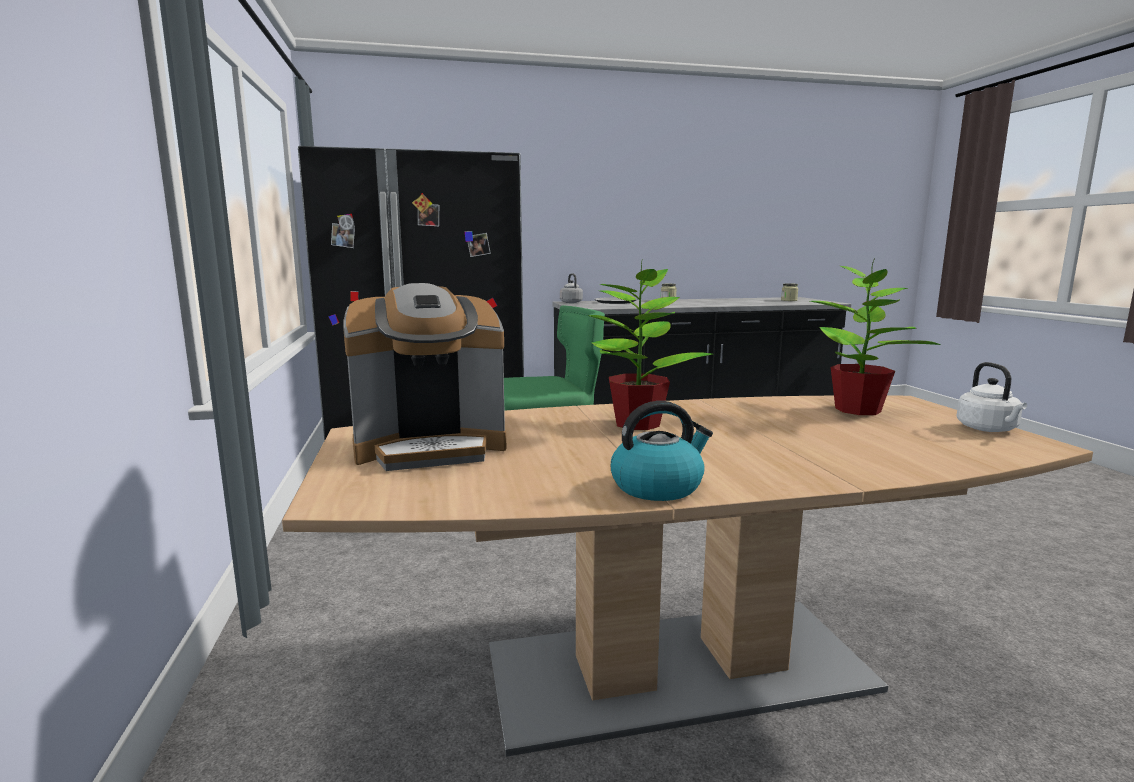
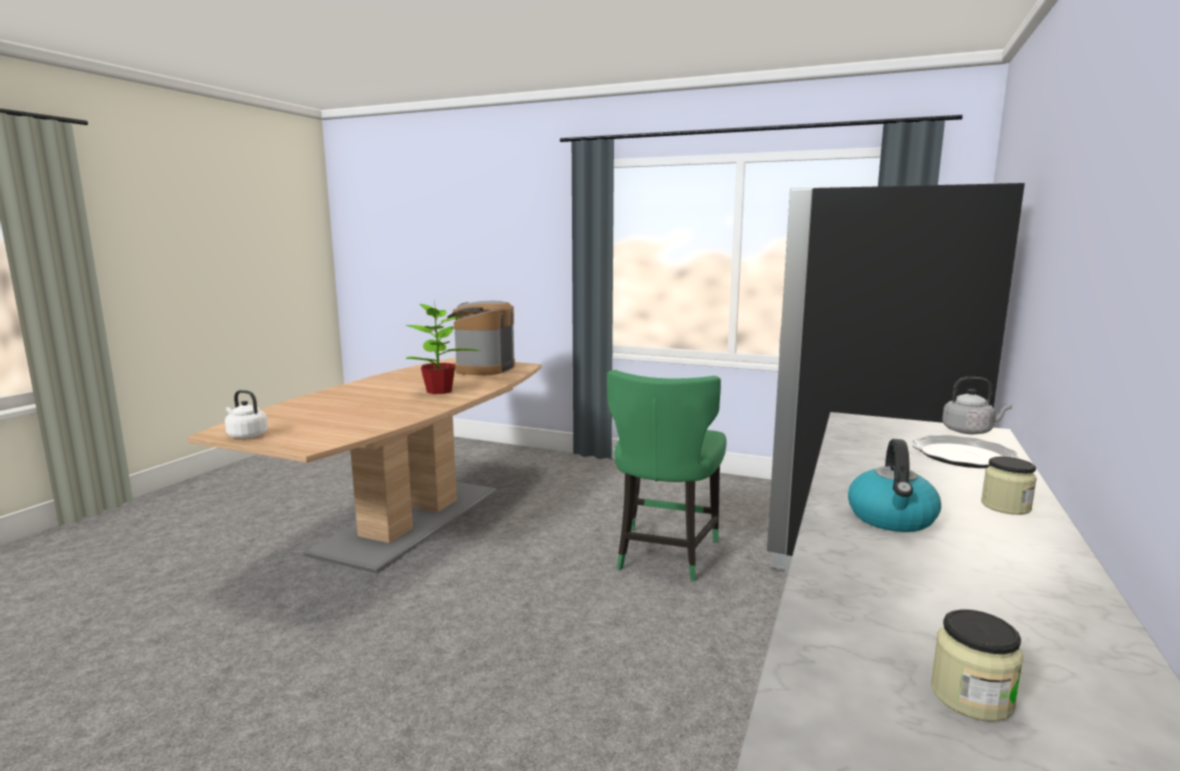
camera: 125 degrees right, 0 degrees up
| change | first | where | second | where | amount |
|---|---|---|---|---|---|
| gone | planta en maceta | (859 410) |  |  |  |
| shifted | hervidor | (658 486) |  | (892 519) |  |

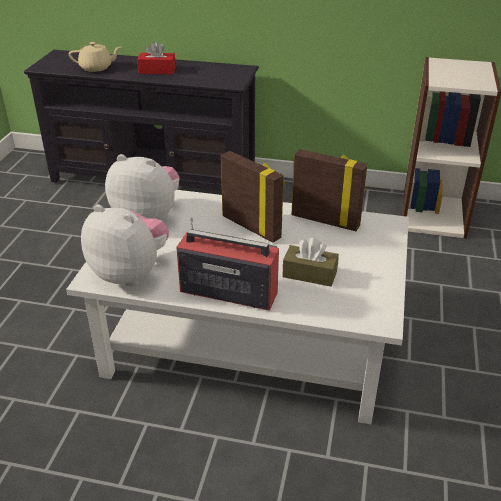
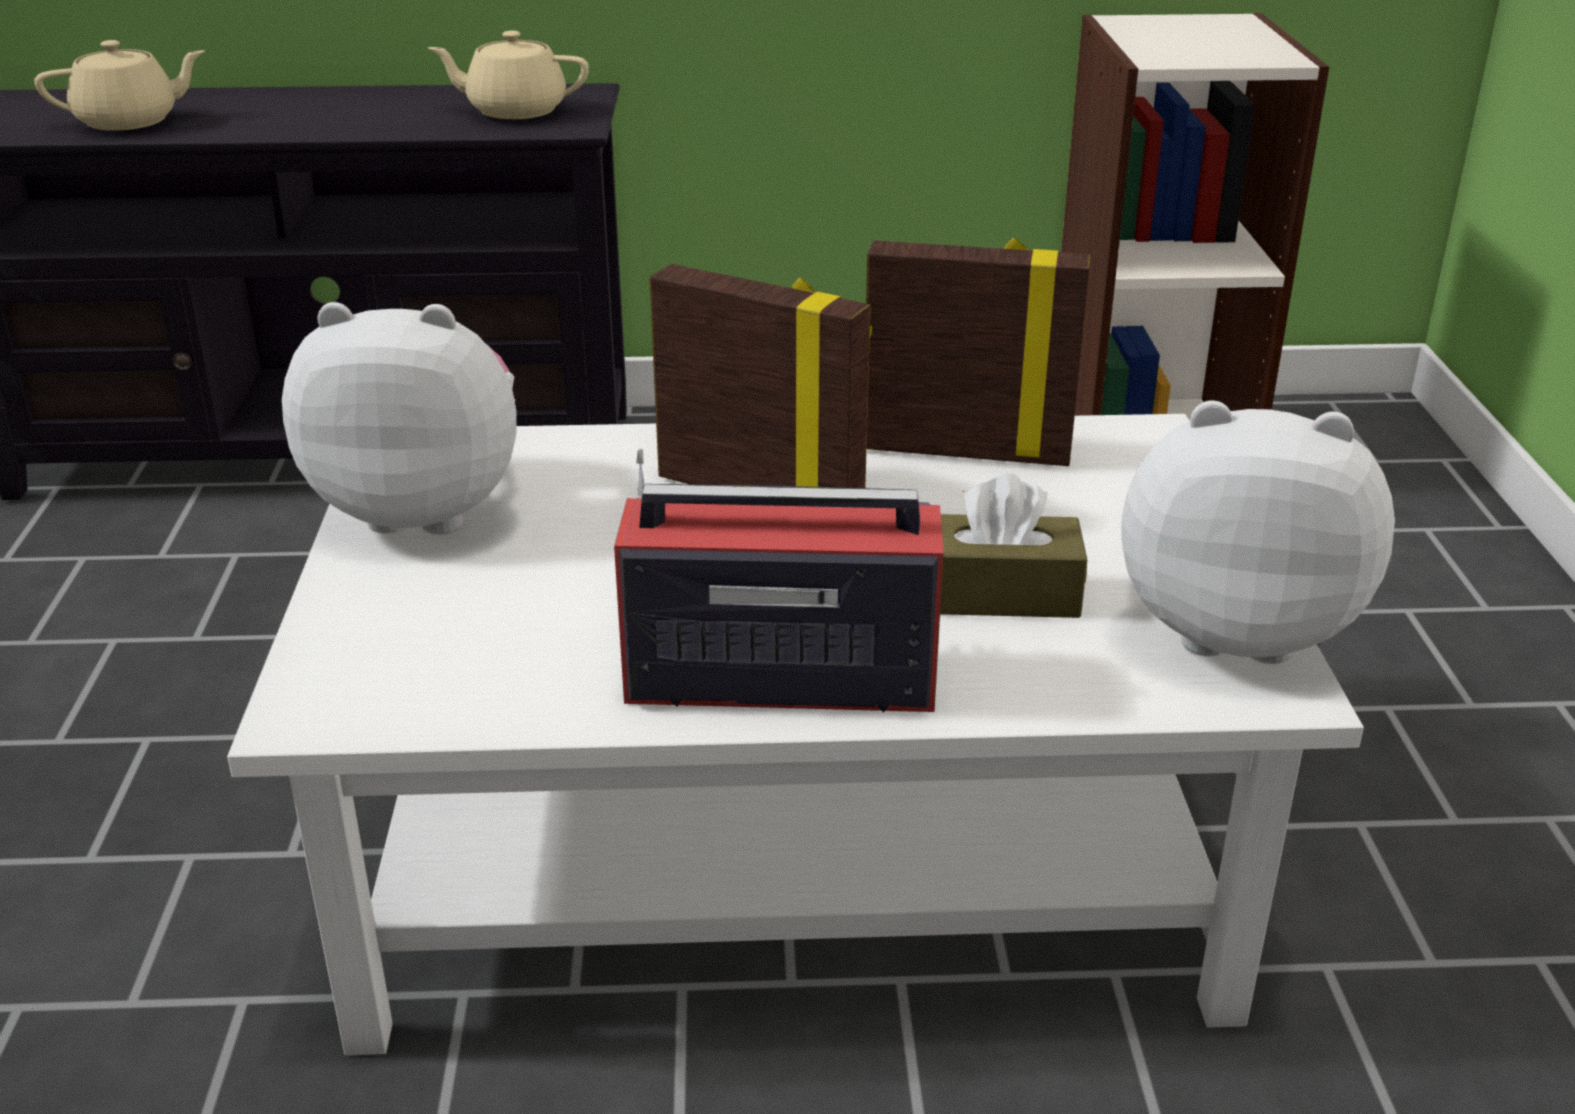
camera: 15 degrees left, 5 degrees down
| change | first | where | second | where | amount |
|---|---|---|---|---|---|
| gone | caja de pañuelos (rojo) | (157 70) |  |  |  |
| new |  |  | tetera (beis) | (515 111) |  |
| shifted | peluche | (130 273) |  | (1234 628) |  |

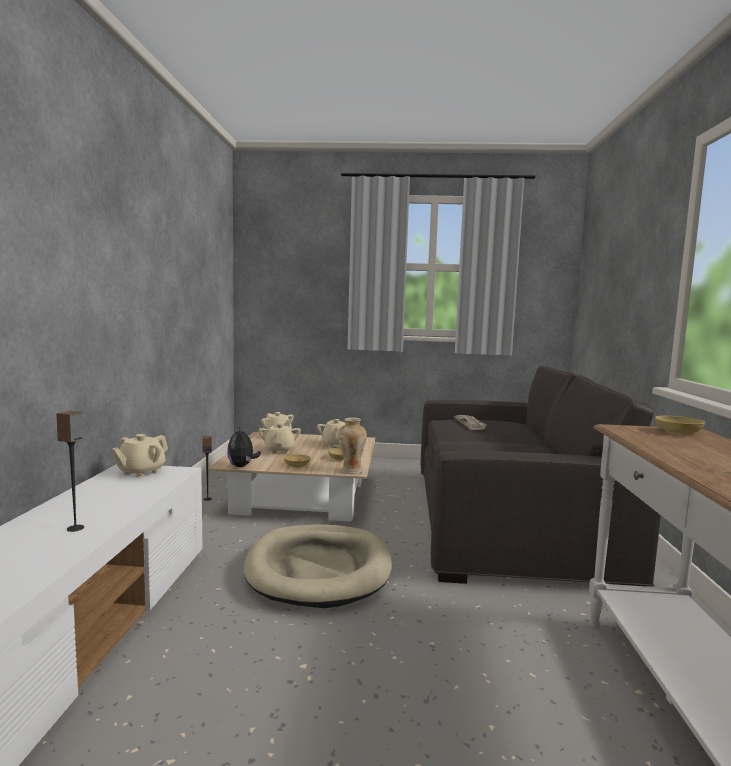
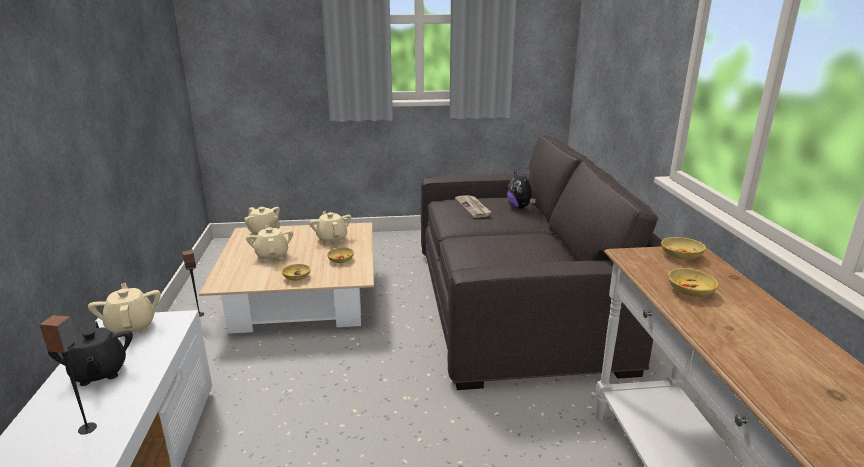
camera: 10 degrees left, 15 degrees up
| change | first | where | second | where | amount |
|---|---|---|---|---|---|
| gone | cama para perro (beis) | (319 569) |  |  |  |
| gone | florero | (351 471) |  |  |  |
| new |  |  | tetera (negro) | (99 373) |  |
| new |  |  | cuenco (beis) | (690 291) |  |
| shifted | peluche | (242 466) |  | (520 207) |  |
| rotated | tetera (beis) | (141 472) |  | (131 327) | 135 degrees clockwise |

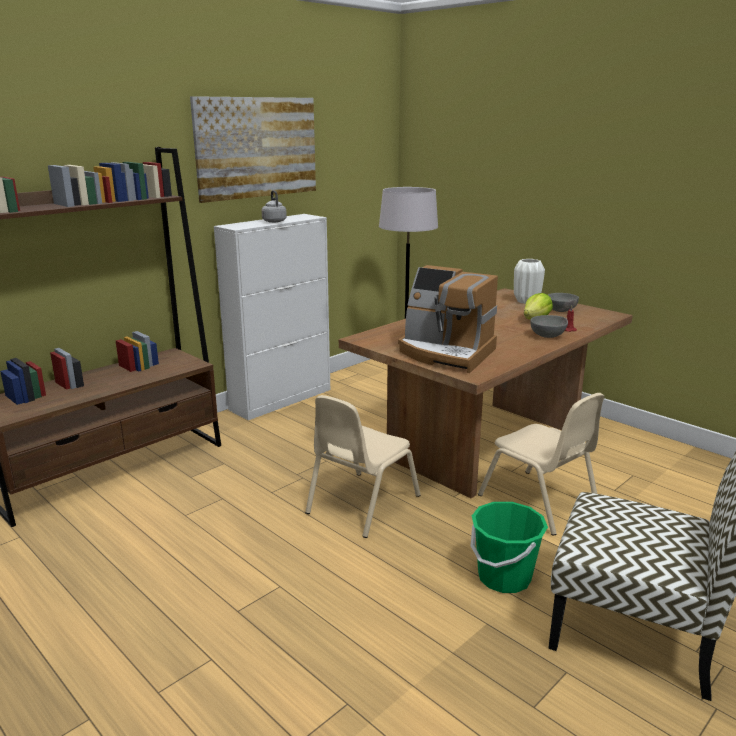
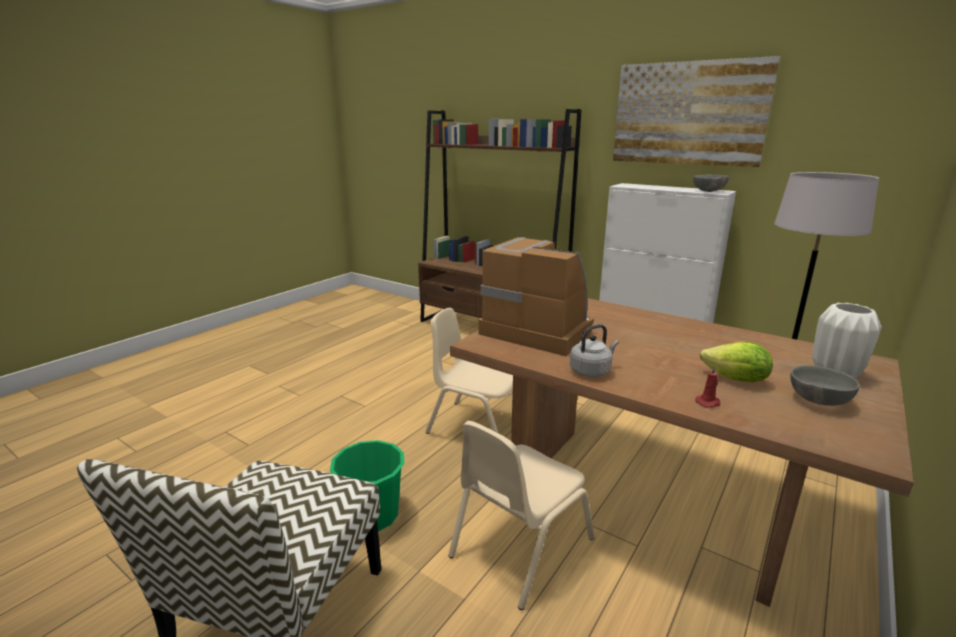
camera: 80 degrees right, 0 degrees up
| change | first | where | second | where | amount |
|---|---|---|---|---|---|
| shifted | hervidor (gris) | (274 221) |  | (591 371) |  |
| shifted | cuenco (gris) | (548 336) |  | (709 191) |  |
| rotated | cafetera | (446 353) |  | (537 330) | 105 degrees clockwise |

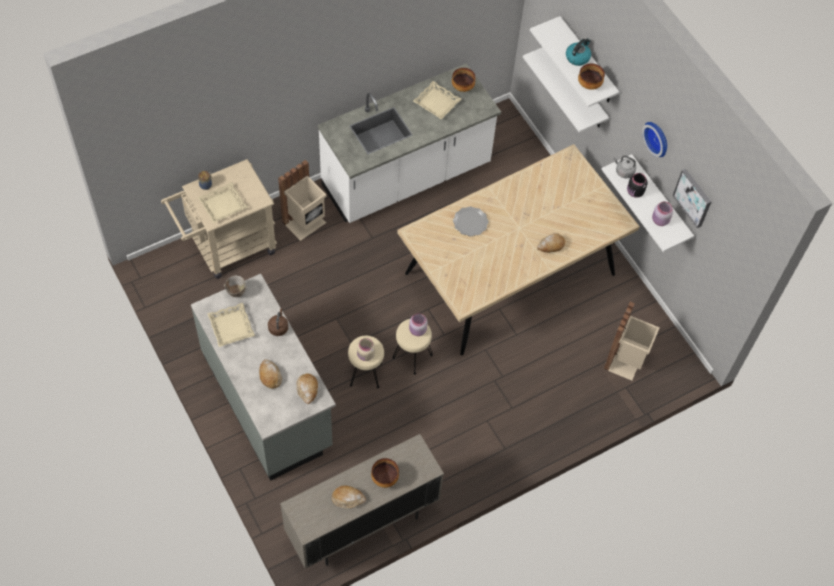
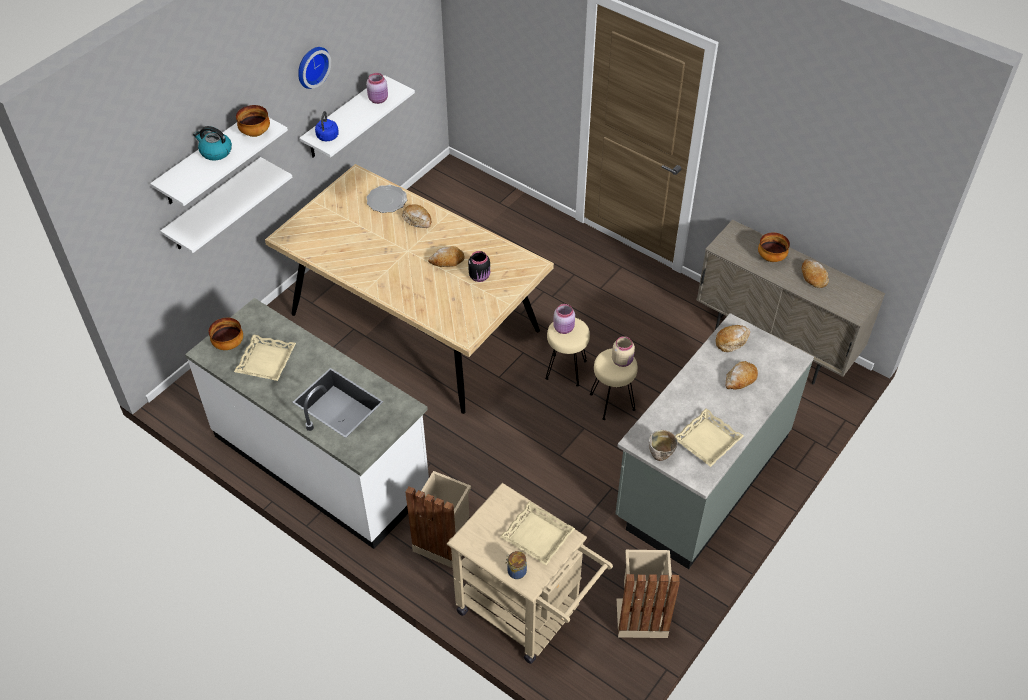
camera: 110 degrees left, 10 degrees down
| change | first | where | second | where | amount |
|---|---|---|---|---|---|
| gone | hervidor (marrón) | (278 327) |  |  |  |
| gone | cuadro | (693 197) |  |  |  |
| new |  |  | pan | (447 261) |  |
| shifted | plato | (470 222) |  | (387 201) |  |
| shifted | papelera (beis) | (625 361) |  | (641 615) |  |
| shifted | tarro (negro) | (634 192) |  | (480 276) |  |
| repainted | hervidor (gris) | (623 171) | hervidor (azul) | (327 137) |  |

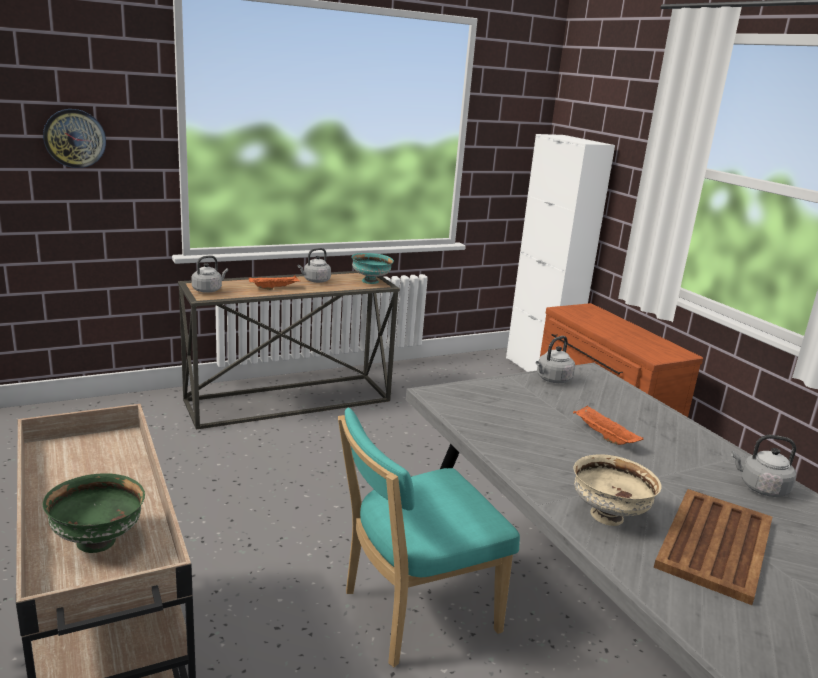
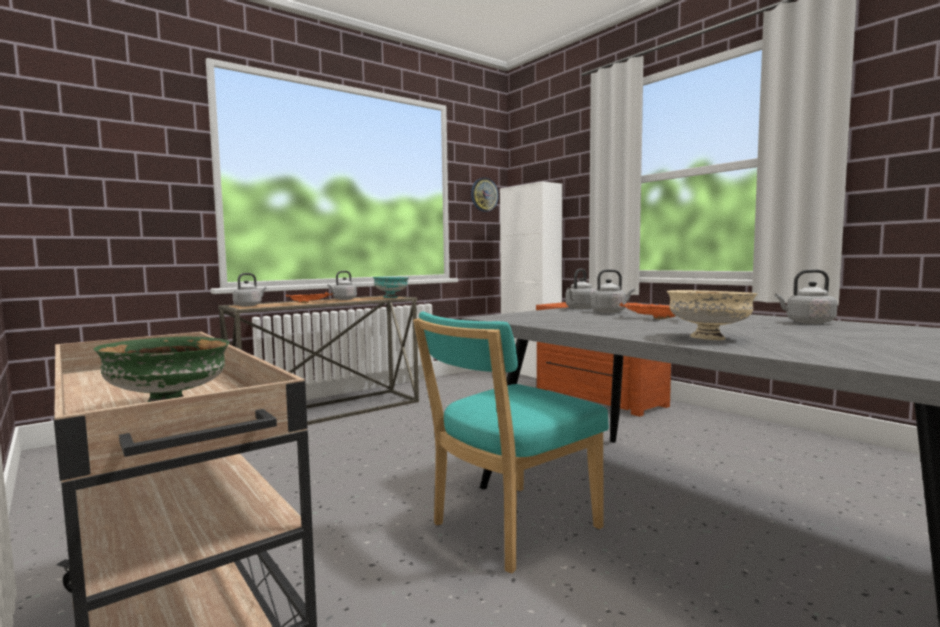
camera: 10 degrees left, 15 degrees down
| change | first | where | second | where | amount |
|---|---|---|---|---|---|
| gone | bandeja (marrón) | (716 543) |  |  |  |
| new |  |  | hervidor (gris) | (610 312) |  |
| shifted | reloj de pared | (74 138) |  | (484 194) |  |

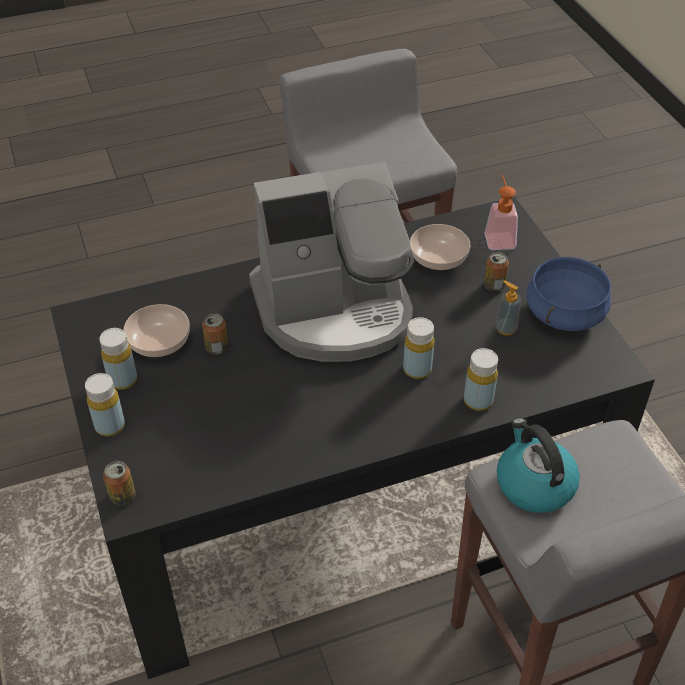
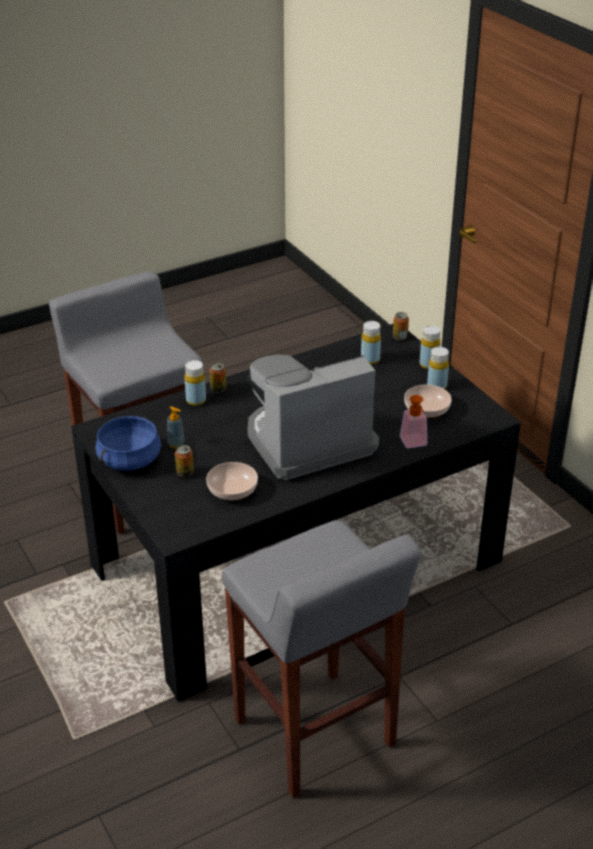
camera: 170 degrees right, 10 degrees down
| change | first | where | second | where | amount |
|---|---|---|---|---|---|
| gone | hervidor | (533 484) |  |  |  |
| shifted | lata | (217 348) |  | (218 389) |  |
| shifted | botella (amarillo) | (417 369) |  | (370 360) |  |
| shifted | dispensador de jabón | (498 237) |  | (414 444) |  |

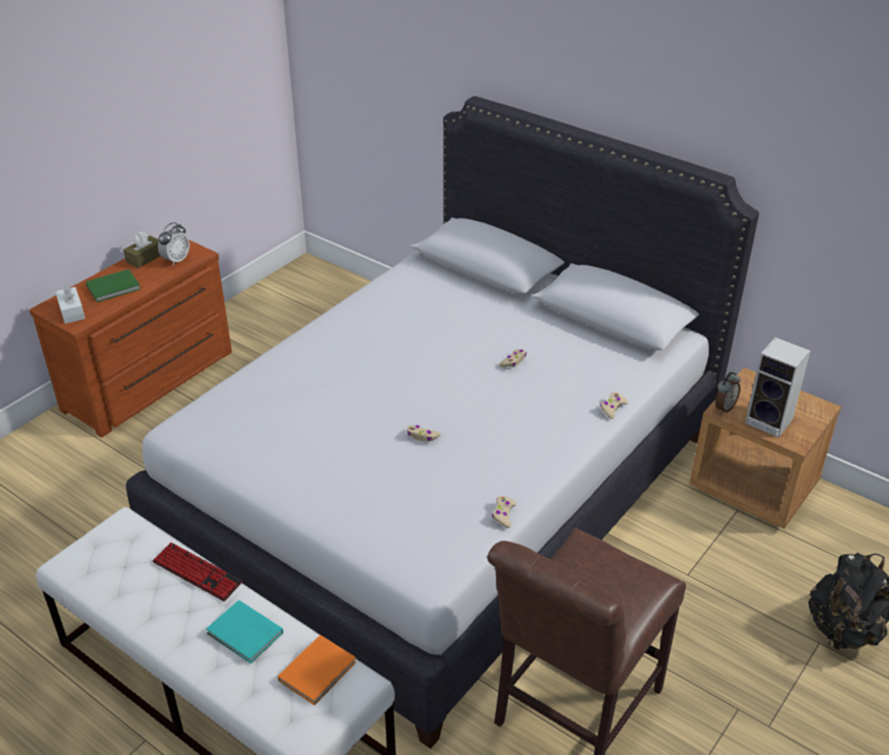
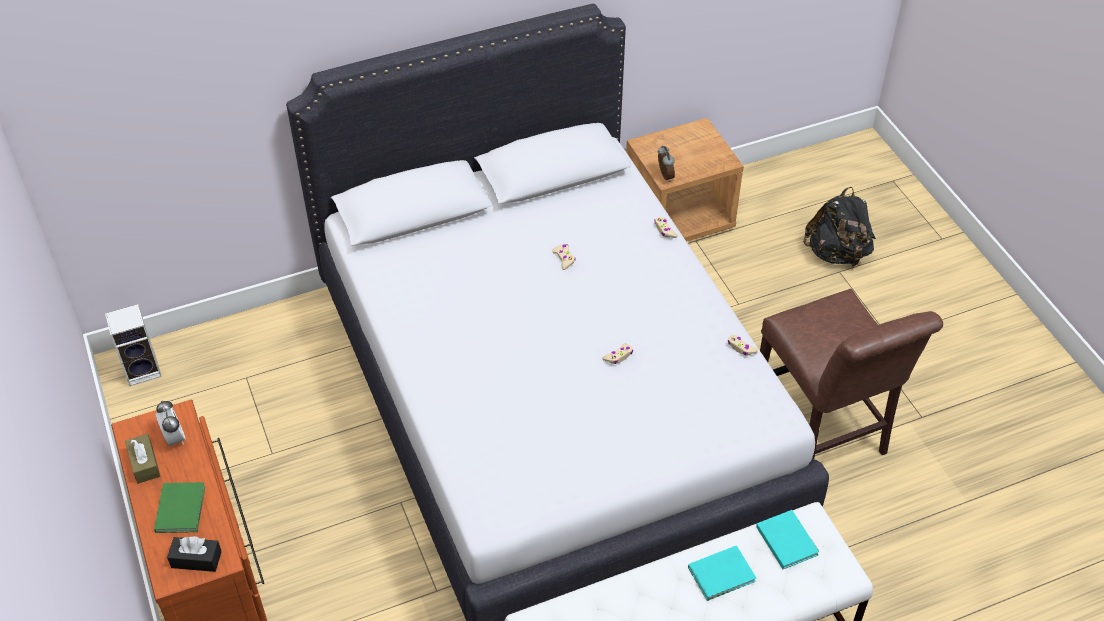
camera: 60 degrees left, 10 degrees up
| change | first | where | second | where | amount |
|---|---|---|---|---|---|
| gone | teclado | (197 573) |  |  |  |
| shifted | altavoz | (770 422) |  | (144 369) |  |
| repainted | caja de pañuelos (blanco) | (71 311) | caja de pañuelos (negro) | (196 559) |  |
| repainted | libro (naranja) | (319 670) | libro (turquesa) | (786 539) |  |

